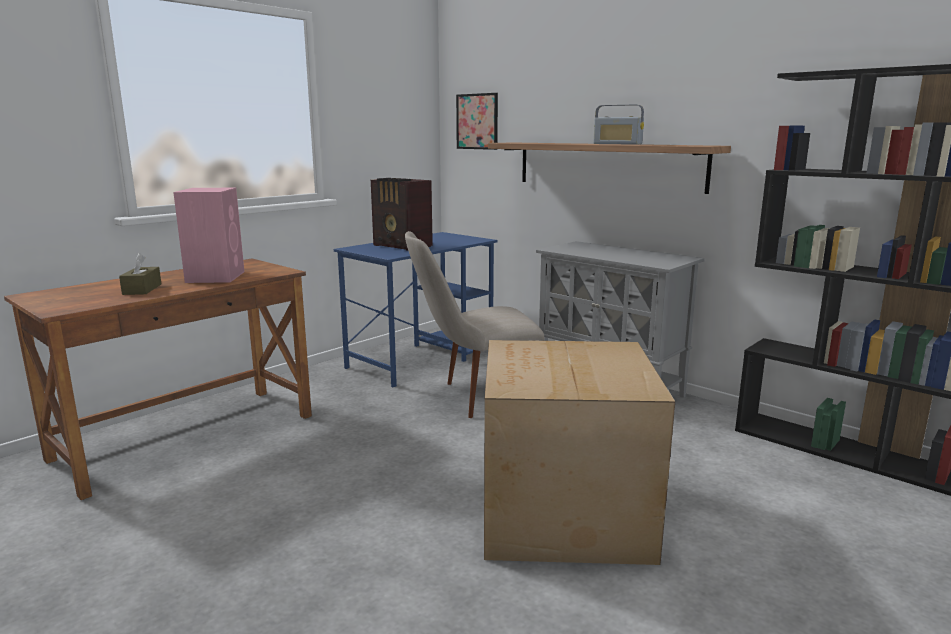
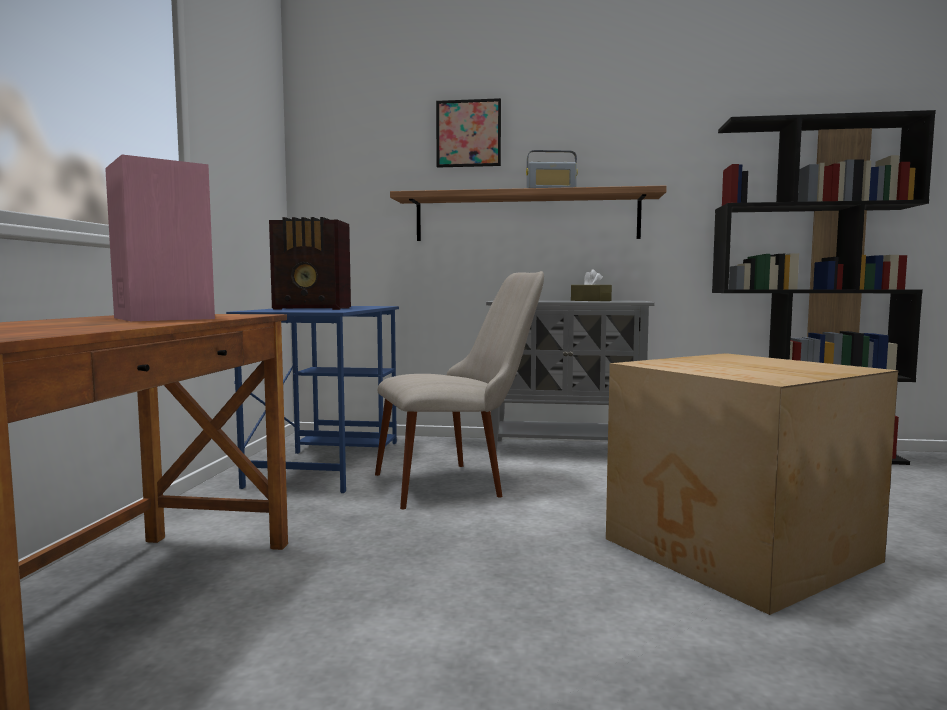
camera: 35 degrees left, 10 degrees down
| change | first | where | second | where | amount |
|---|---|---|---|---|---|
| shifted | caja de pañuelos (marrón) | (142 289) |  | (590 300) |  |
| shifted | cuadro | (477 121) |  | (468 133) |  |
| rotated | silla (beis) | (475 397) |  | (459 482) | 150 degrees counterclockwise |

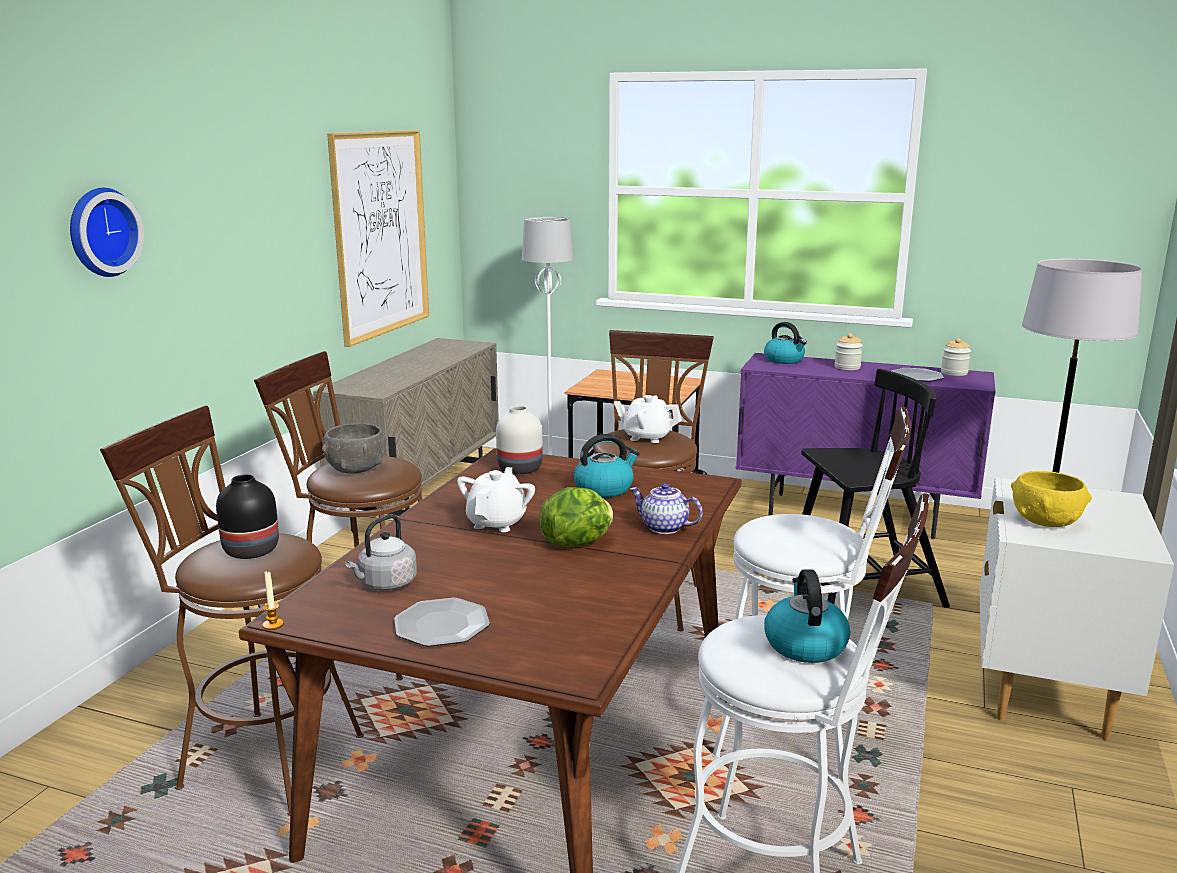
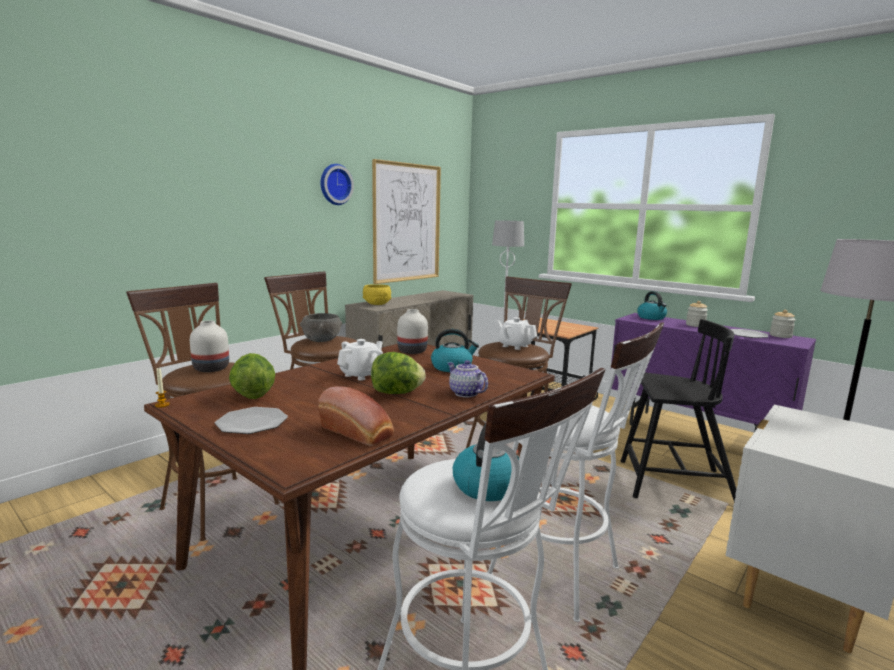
camera: 20 degrees right, 5 degrees down
| change | first | where | second | where | amount |
|---|---|---|---|---|---|
| new |  |  | pan | (358 433) |  |
| shifted | reloj de pared | (100 232) |  | (334 184) |  |
| shifted | cuenco (amarillo) | (1045 521) |  | (376 304) |  |
| swapped | hervidor (gris) | (385 584) | lechuga | (252 395) |  |
| repainted | florero (negro) | (253 550) | florero (blanco) | (212 368) |  |

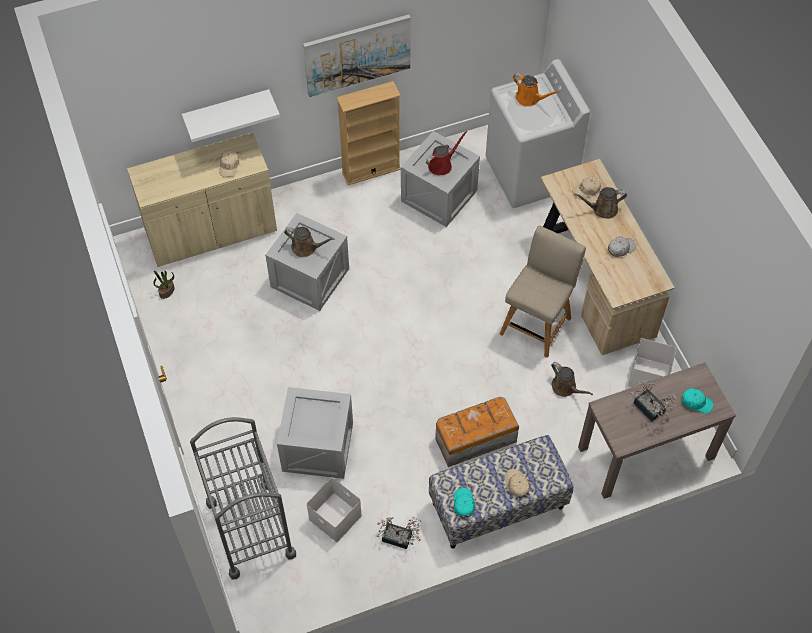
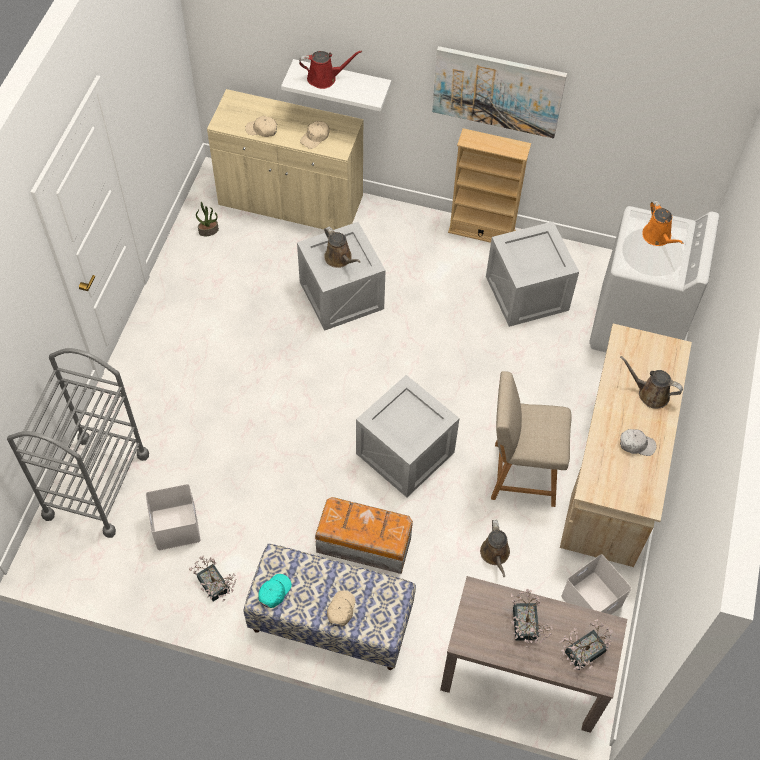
camera: 35 degrees right, 0 degrees up
| change | first | where | second | where | amount |
|---|---|---|---|---|---|
| shifted | caja de embalaje | (318 447) |  | (405 453) |  |
| shifted | regadera (rojo) | (442 165) |  | (325 78) |  |
| shifted | gorra (beis) | (586 190) |  | (262 130) |  |
| swapped | gorra (turquesa) | (696 402) | planta en maceta | (580 654) |  |
| rotated | silla (beis) | (537 323) |  | (520 473) | 150 degrees counterclockwise |

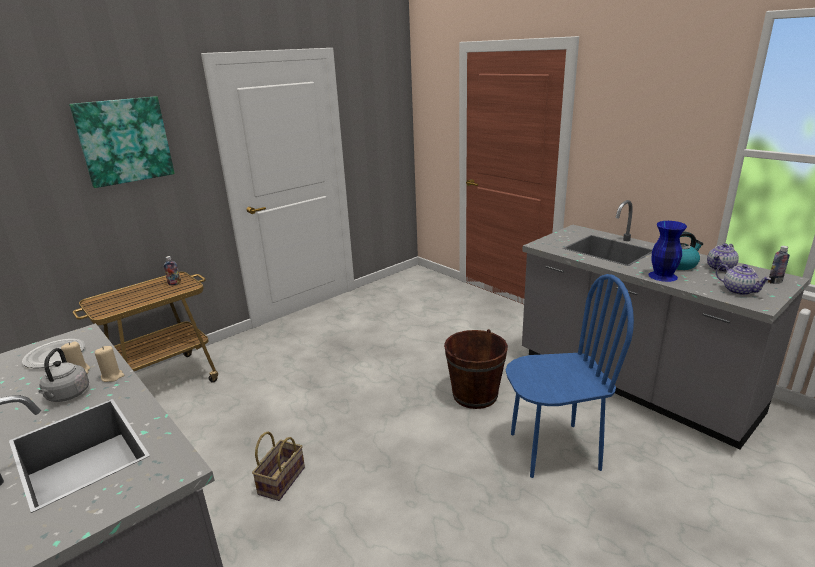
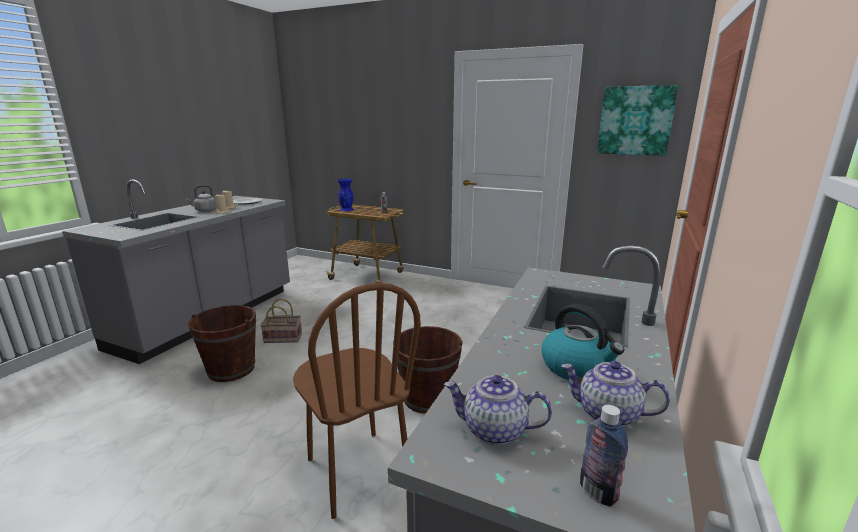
camera: 65 degrees right, 5 degrees down
| change | first | where | second | where | amount |
|---|---|---|---|---|---|
| new |  |  | cubo (marrón) | (231 369) |  |
| shifted | cuadro | (124 141) |  | (635 121) |  |
| shifted | florero (azul) | (662 276) |  | (346 209) |  |
| repainted | silla (azul) | (554 450) | silla (marrón) | (357 471) |  |
| rotated | tetera | (739 291) |  | (494 430) | 75 degrees clockwise |

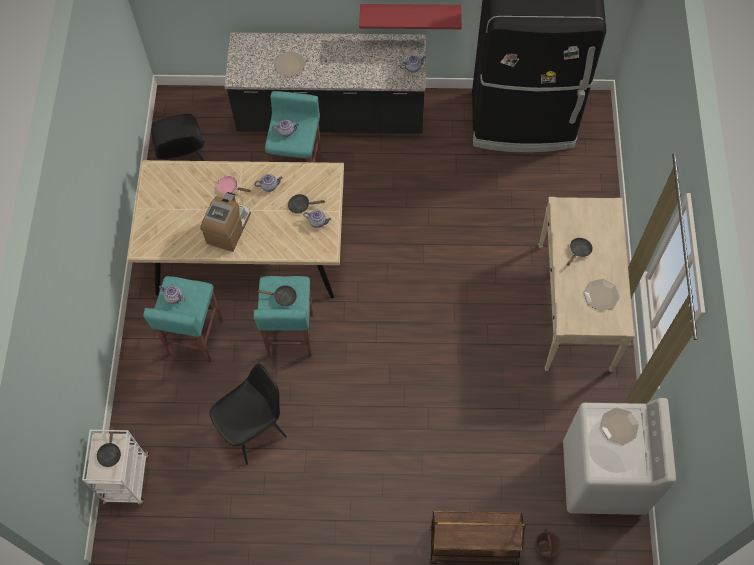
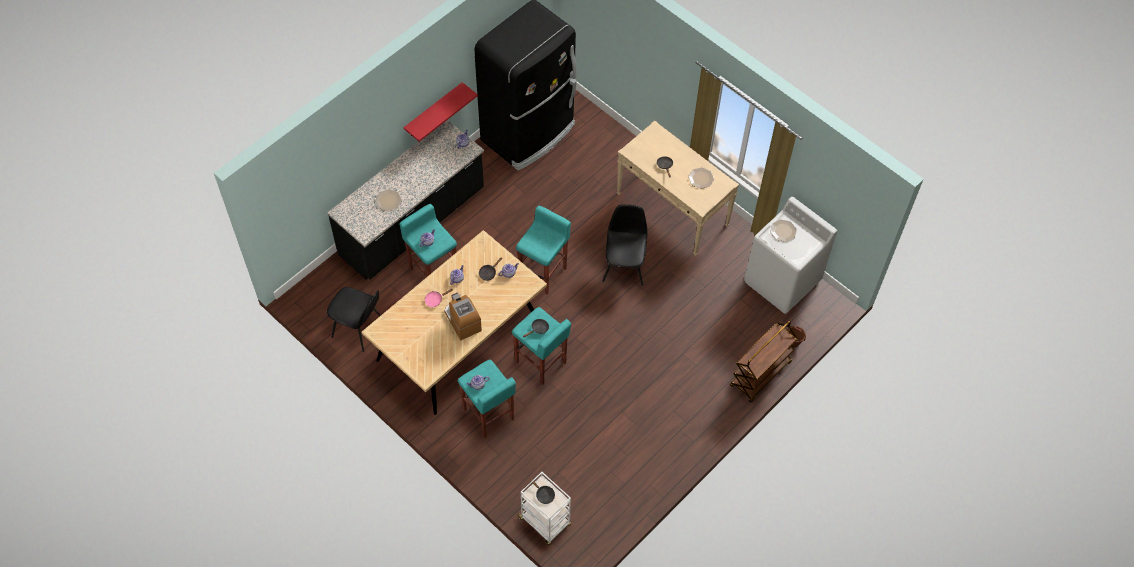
camera: 50 degrees left, 5 degrees down
| change | first | where | second | where | amount |
|---|---|---|---|---|---|
| new |  |  | taburete (turquesa) | (543 273) |  |
| shifted | silla (negro) | (253 428) |  | (624 267) |  |

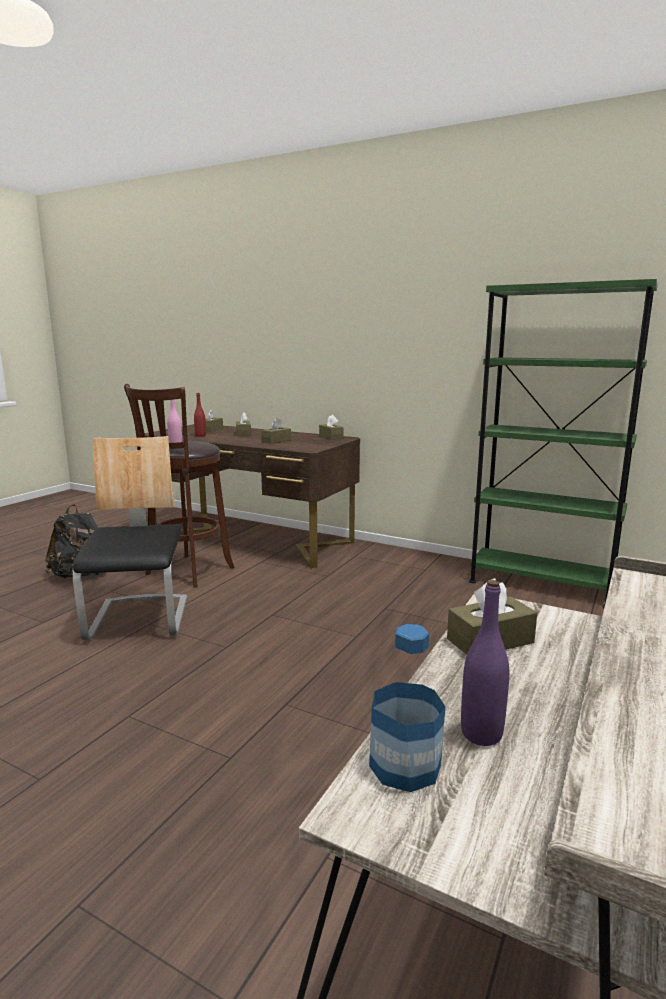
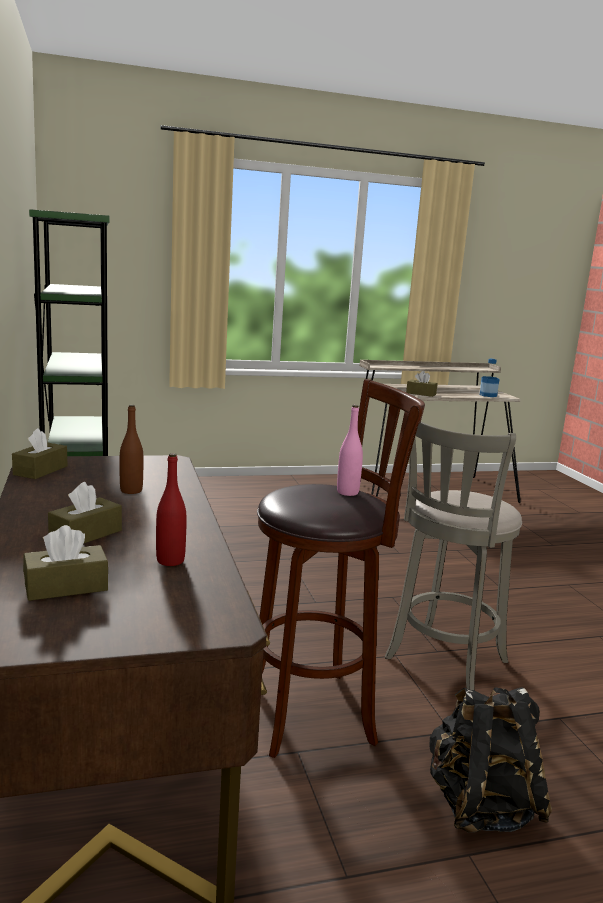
camera: 135 degrees left, 0 degrees up
| change | first | where | second | where | amount |
|---|---|---|---|---|---|
| gone | botella (morado) | (481 734) |  |  |  |
| swapped | silla | (140 619) | taburete (gris) | (443 662) |  |
| swapped | caja de pañuelos (marrón) | (276 441) | botella (marrón) | (131 490) |  |

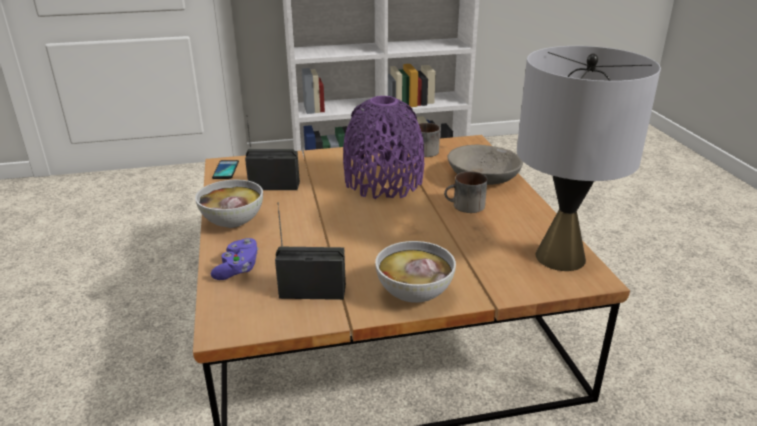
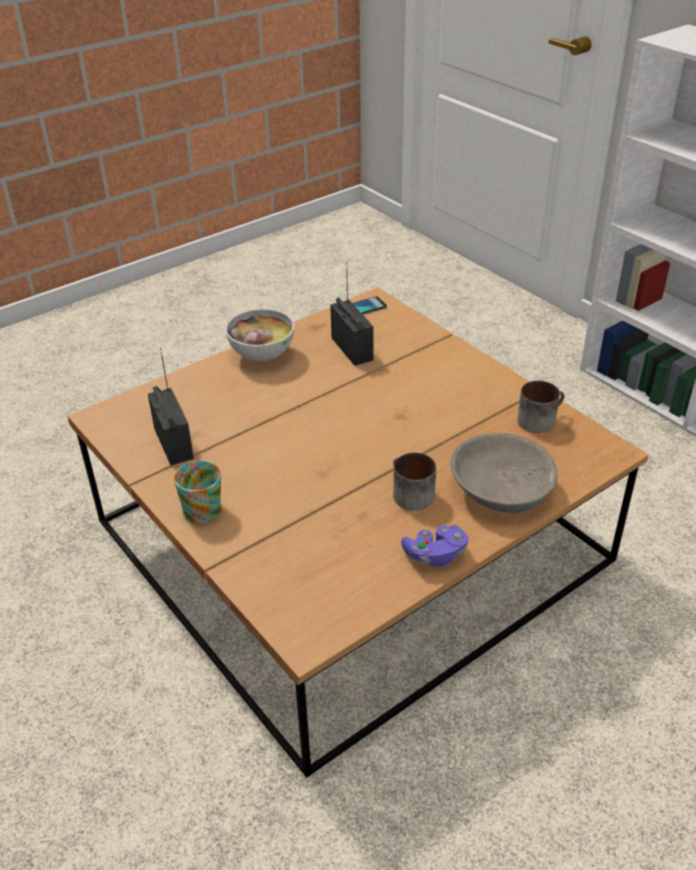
camera: 65 degrees right, 10 degrees up
| change | first | where | second | where | amount |
|---|---|---|---|---|---|
| gone | florero (morado) | (383 182) |  |  |  |
| gone | lámpara de mesa (gris) | (560 257) |  |  |  |
| shifted | mando de consola (morado) | (238 269) |  | (435 555) |  |
| swapped | cuenco | (414 294) | taza grande | (200 506) |  |

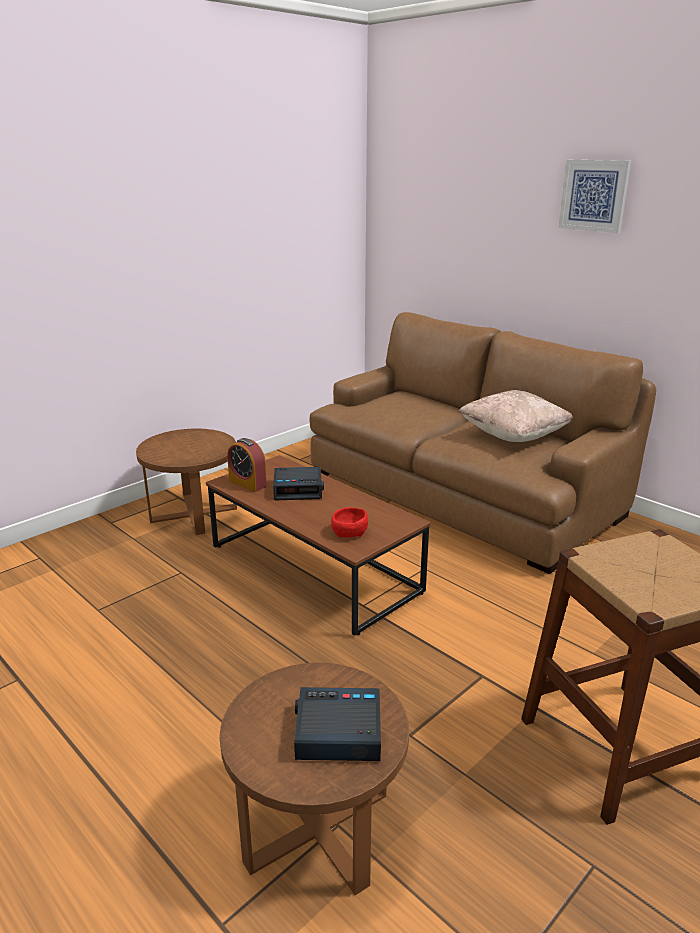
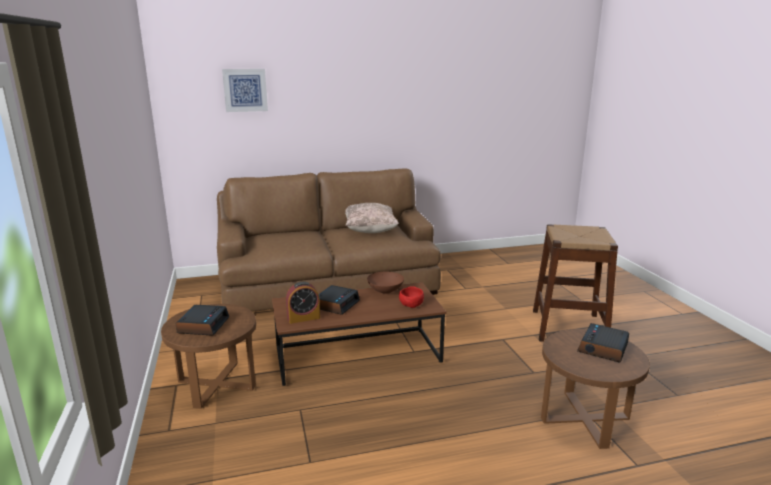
camera: 60 degrees left, 5 degrees down
| change | first | where | second | where | amount |
|---|---|---|---|---|---|
| new |  |  | despertador | (203 325) |  |
| new |  |  | cuenco (marrón) | (386 291) |  |
| shifted | cuadro | (594 195) |  | (245 90) |  |

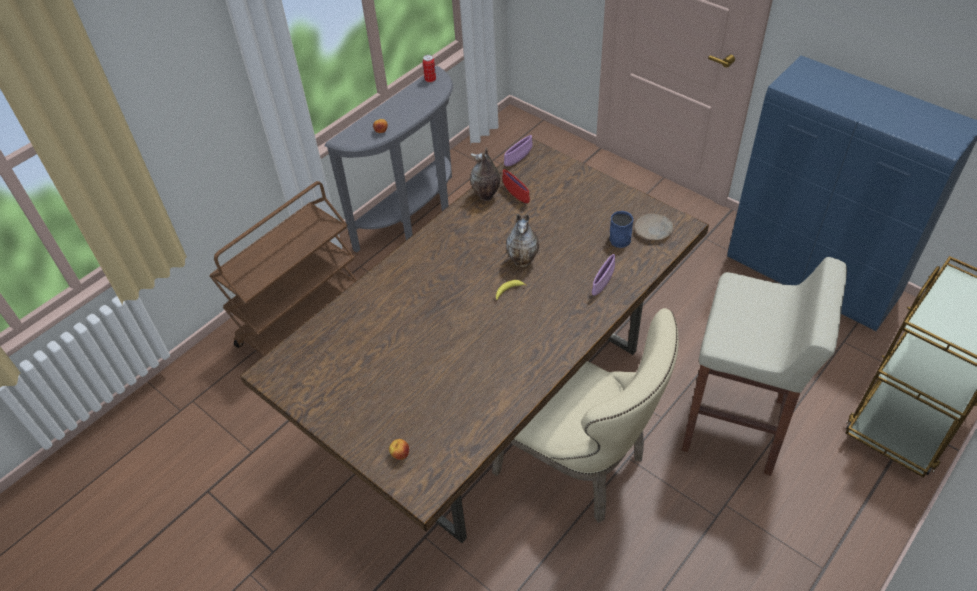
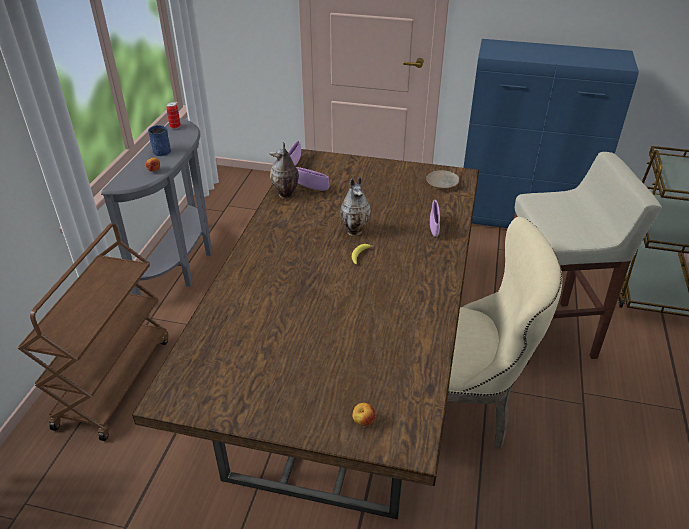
camera: 30 degrees left, 10 degrees down
| change | first | where | second | where | amount |
|---|---|---|---|---|---|
| shifted | taza grande (azul) | (619 237) |  | (161 150) |  |
| repainted | cuenco (rojo) | (516 195) | cuenco (morado) | (311 187) |  |

